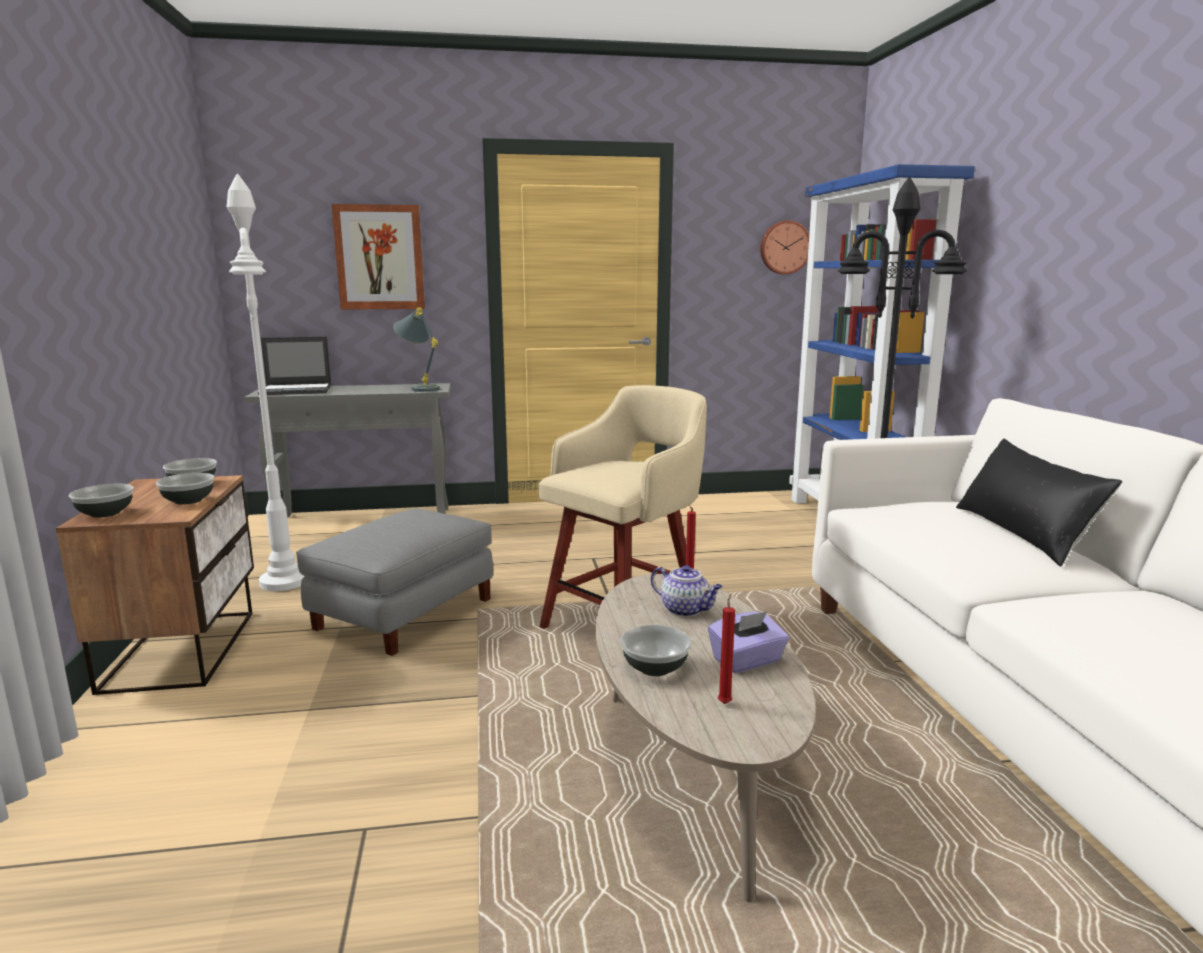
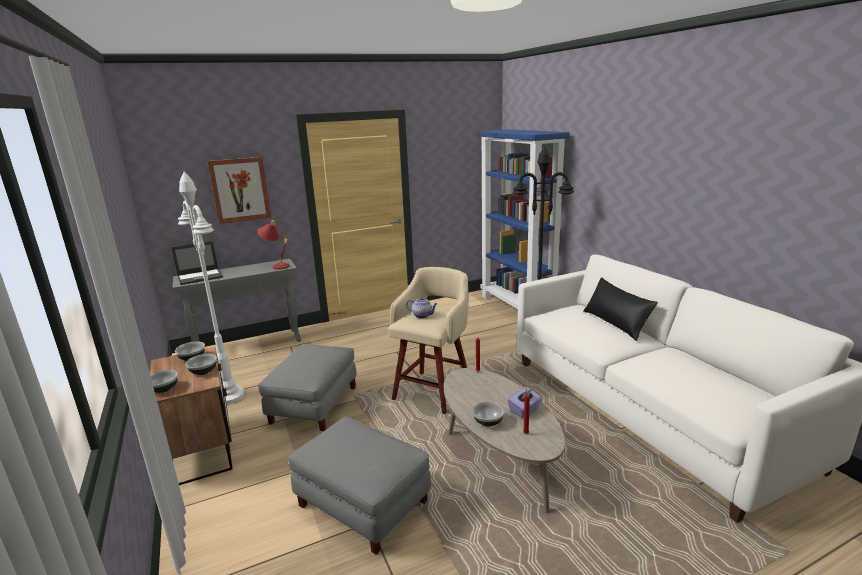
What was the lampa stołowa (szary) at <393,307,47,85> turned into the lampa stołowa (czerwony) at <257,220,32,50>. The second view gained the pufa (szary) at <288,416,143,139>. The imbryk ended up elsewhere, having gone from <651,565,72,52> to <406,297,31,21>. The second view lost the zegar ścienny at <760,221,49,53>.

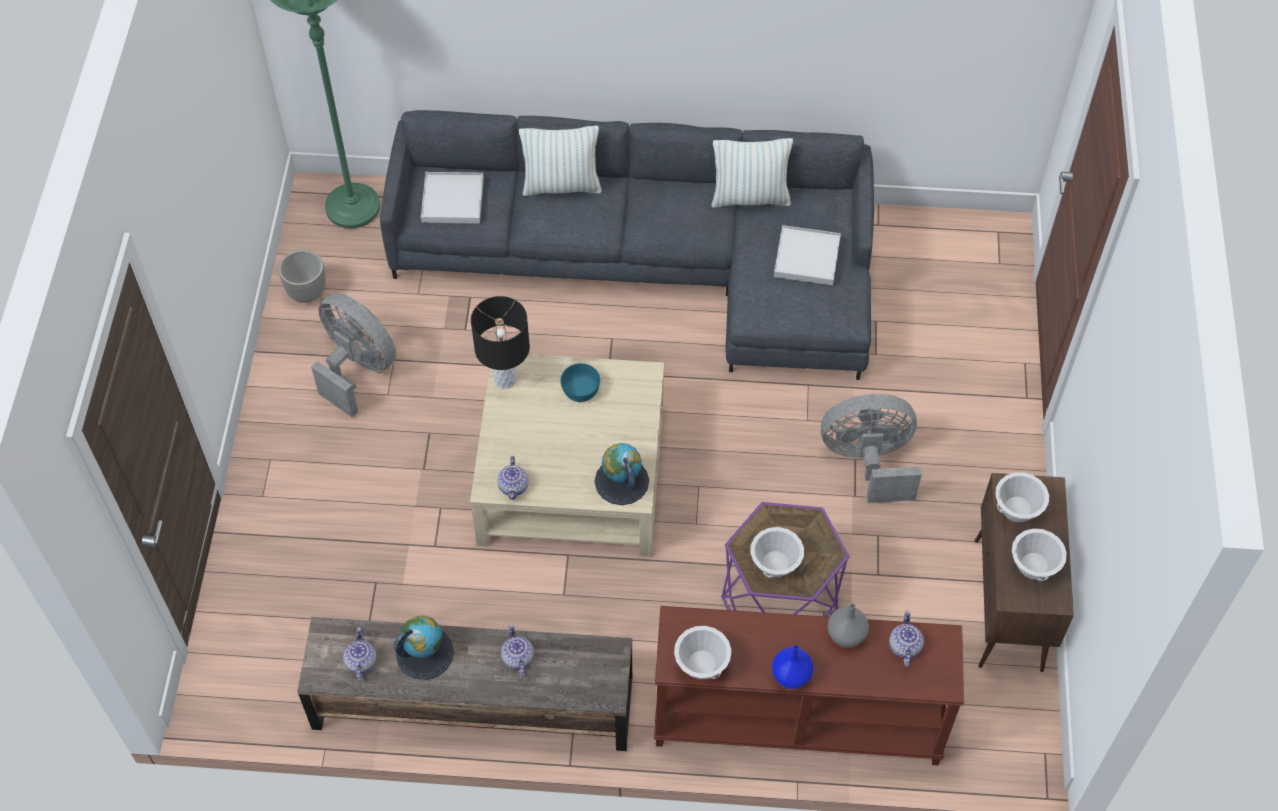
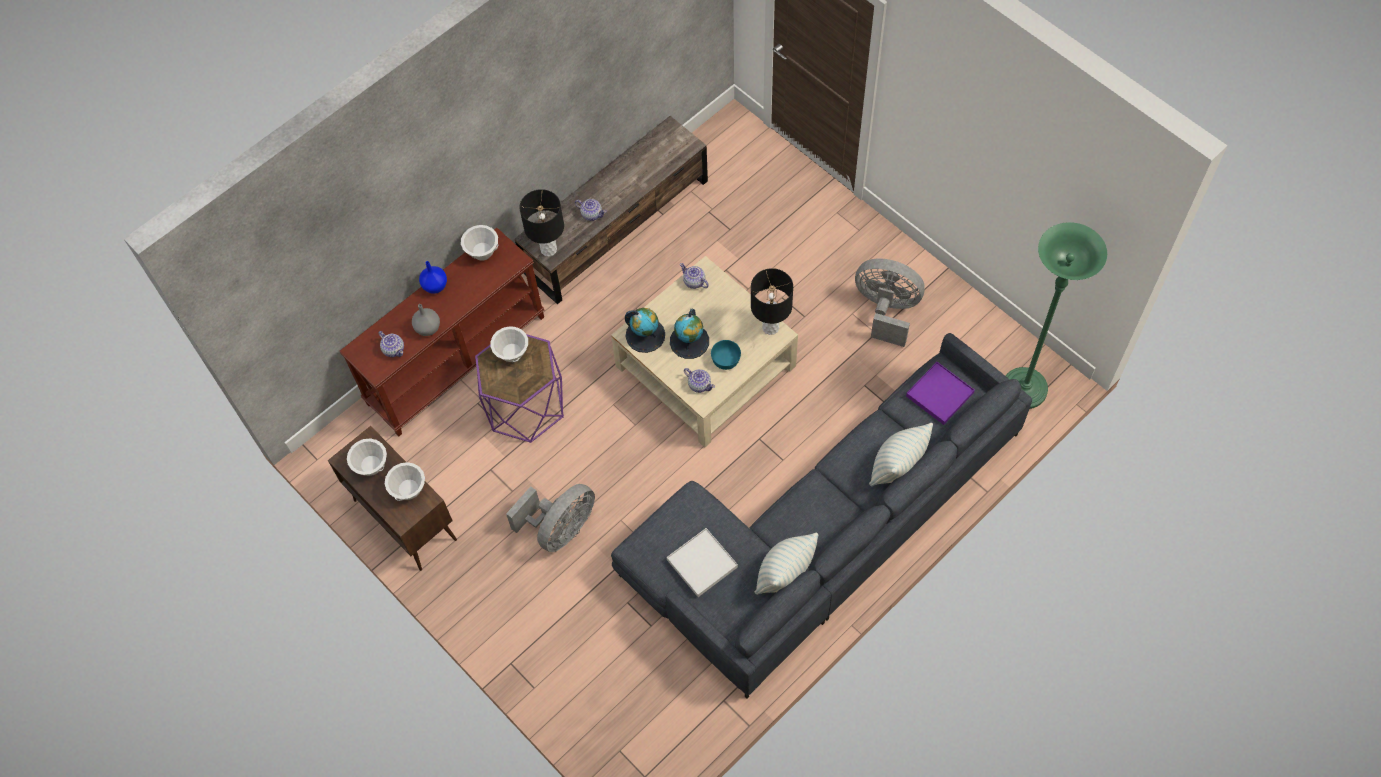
The second view gained the lampa stołowa (czarny) at <519,189,45,68>. The globus ended up elsewhere, having gone from <393,615,61,65> to <670,309,39,50>. The imbryk ended up elsewhere, having gone from <343,627,34,55> to <684,368,31,25>. The wentylator (szary) at <311,293,85,124> ended up facing another way, 150 degrees counterclockwise from before. What was the taca (biały) at <421,172,63,52> turned into the taca (fioletowy) at <906,362,69,63>. The second view lost the donica at <278,250,48,53>.

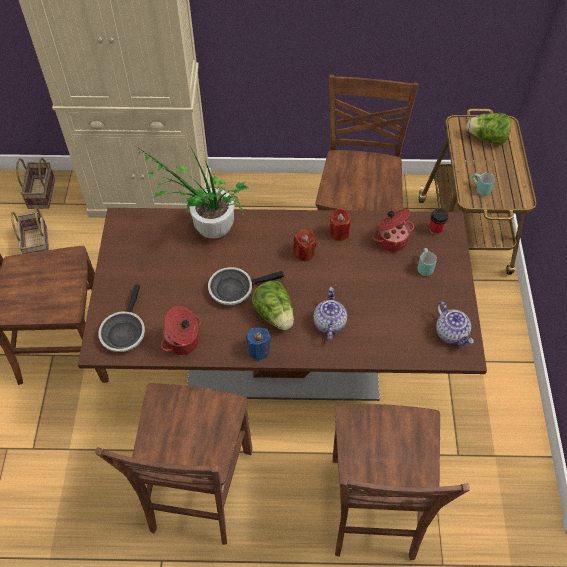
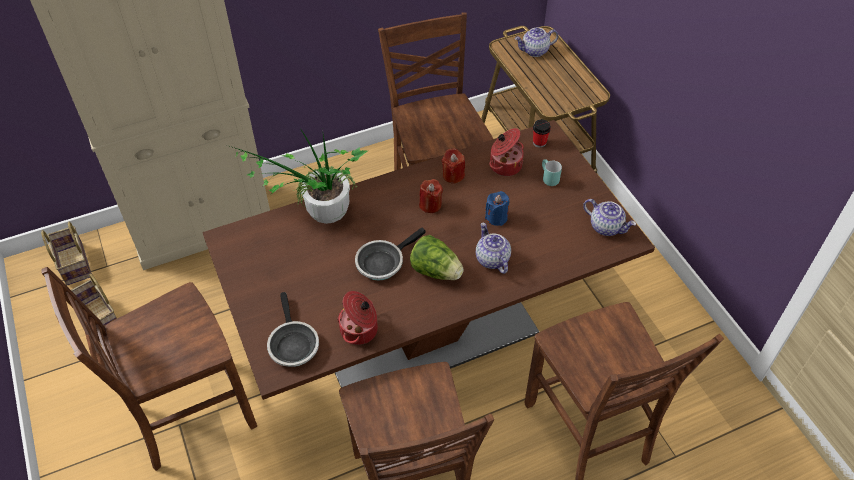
The świeca (niebieski) ended up elsewhere, having gone from <246,327,25,34> to <485,191,24,35>. Where the sałata stood at <467,113,44,32>, the imbryk came to stand at <515,28,43,29>. The second view lost the kubek (turkusowy) at <472,173,23,23>.

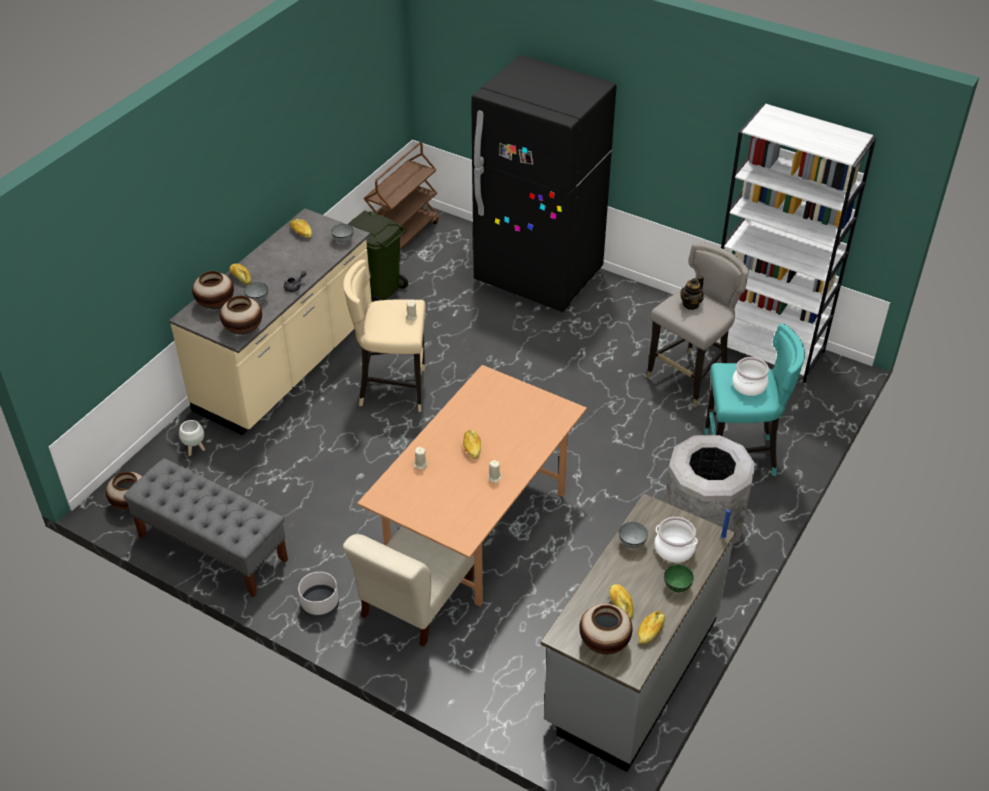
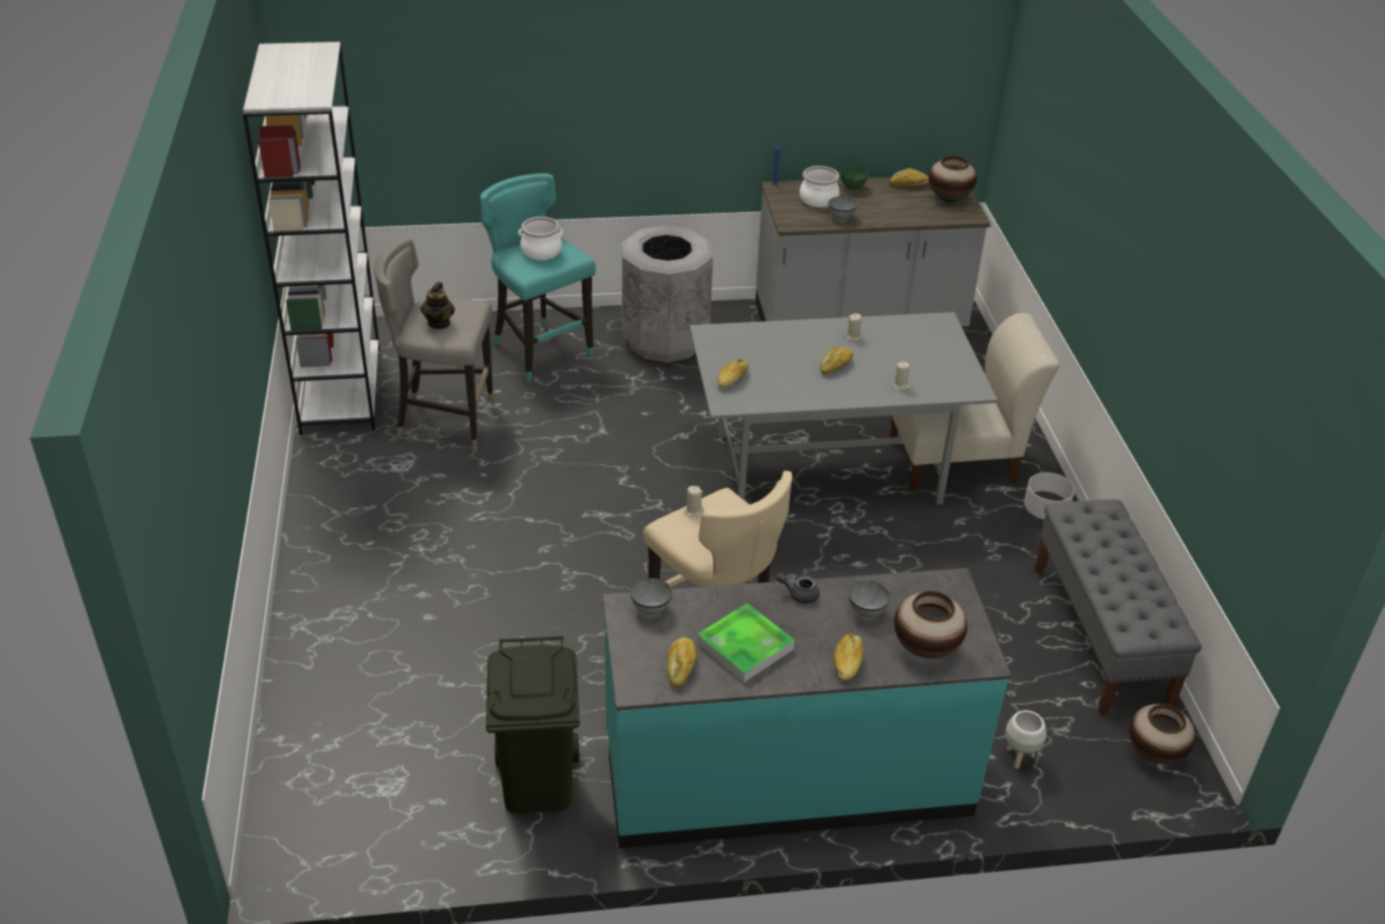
The imbryk at <680,276,24,34> ended up facing another way, 90 degrees clockwise from before. What was the zabudowa kuchenna (beżowy) at <169,208,203,227> turned into the zabudowa kuchenna (turkusowy) at <603,568,408,280>. What was the stół jadalny (brązowy) at <357,365,230,241> turned into the stół jadalny (szary) at <690,312,307,192>. The second view gained the taca at <697,603,98,80>. The chleb ended up elsewhere, having gone from <609,584,24,35> to <717,359,32,29>. The second view lost the wazon at <220,296,42,39>. The second view lost the wózek (brązowy) at <363,142,76,107>. The second view lost the lodówka (czarny) at <471,55,146,257>.

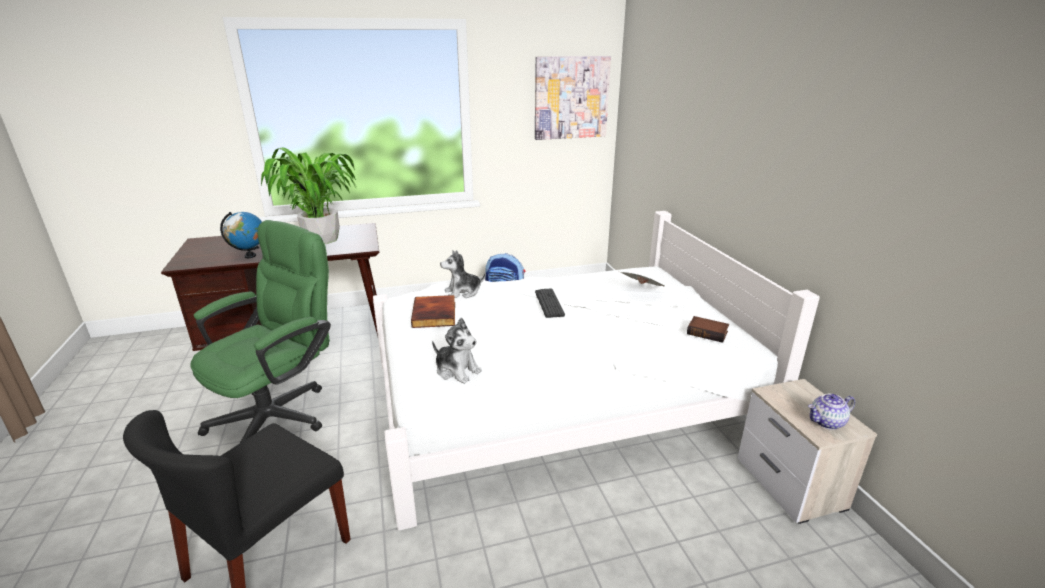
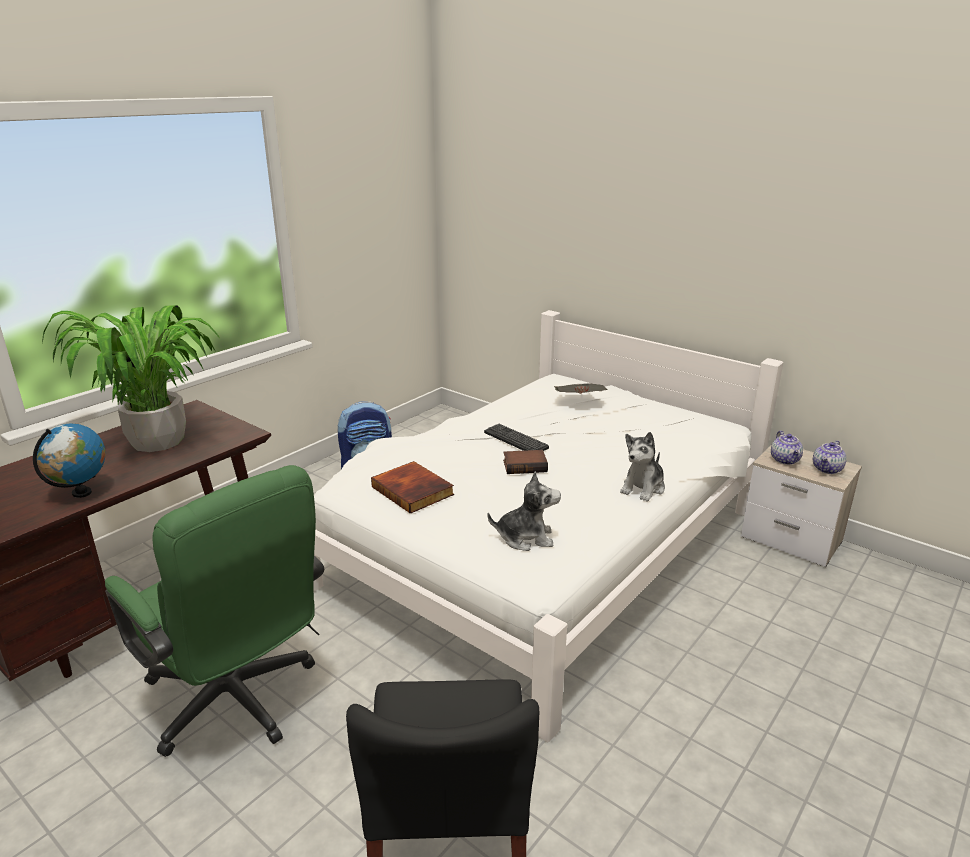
The krzesło biurowe (zielony) at <190,220,141,223> ended up facing another way, 135 degrees clockwise from before. The książka ended up elsewhere, having gone from <687,316,42,27> to <503,450,45,24>. The pluszak ended up elsewhere, having gone from <440,250,46,48> to <620,432,45,70>. The second view gained the imbryk at <771,431,32,34>. The second view lost the obraz at <535,56,76,84>.

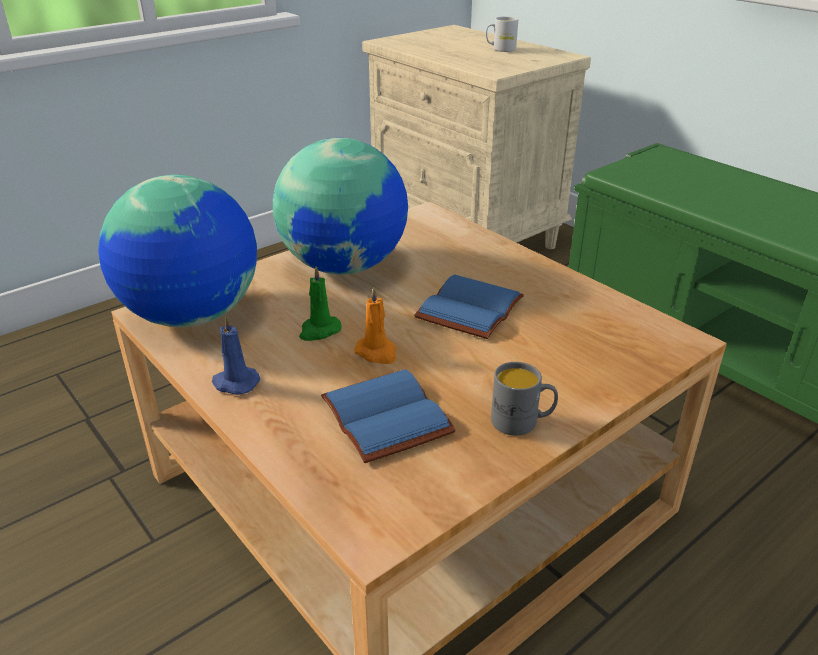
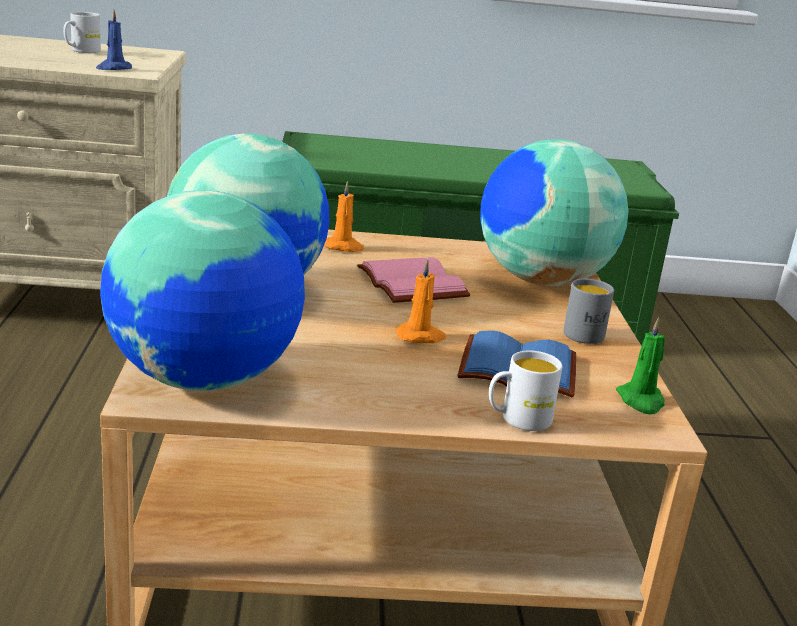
The świeca (niebieski) ended up elsewhere, having gone from <212,315,48,80> to <96,10,36,60>. The second view gained the świeca (pomarańczowy) at <324,181,41,71>. What was the książka (niebieski) at <414,274,110,65> turned into the książka (różowy) at <357,257,114,46>. The second view gained the globus at <480,139,148,147>. The second view gained the kubek (biały) at <489,351,73,80>. The świeca (zielony) ended up elsewhere, having gone from <299,266,43,75> to <616,317,49,97>.

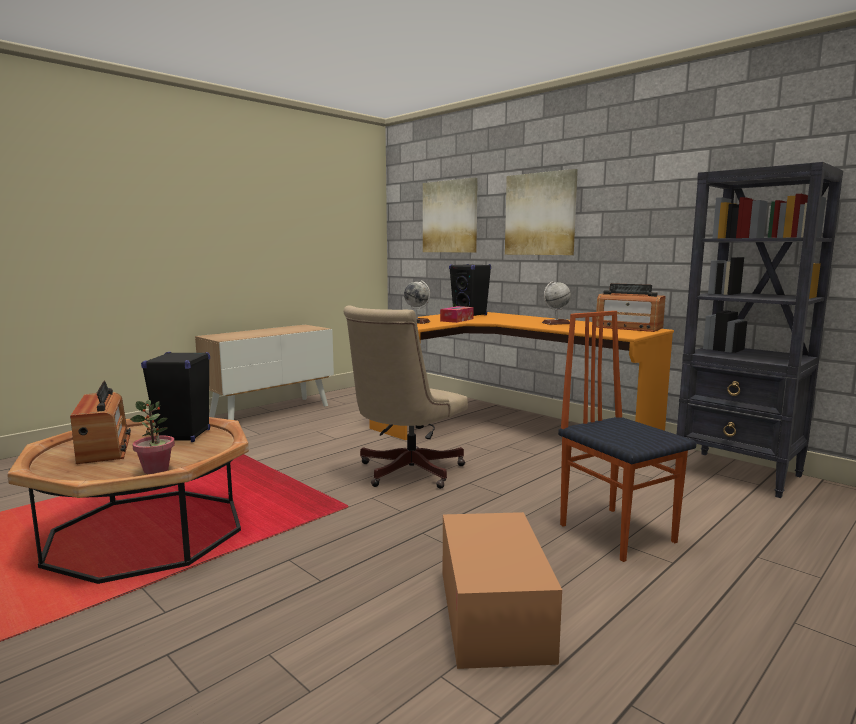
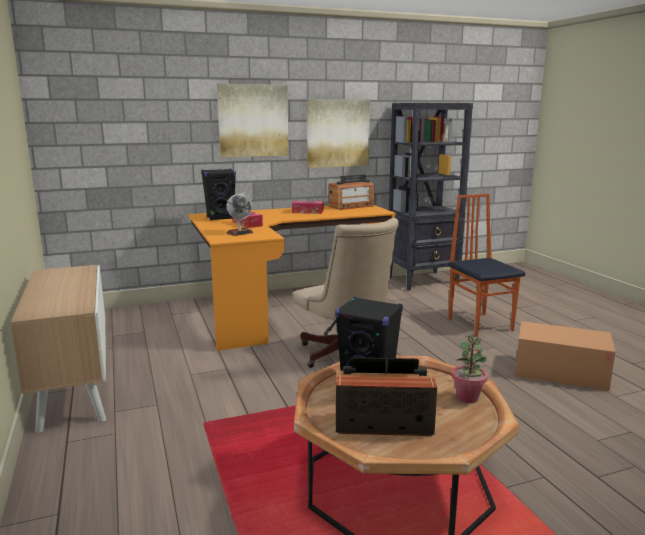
Where the globus stood at <542,281,29,44>, the pudełko chusteczek came to stand at <292,201,31,13>. The obraz ended up elsewhere, having gone from <423,177,55,76> to <307,99,63,69>. The krzesło at <558,311,139,251> ended up facing another way, 75 degrees clockwise from before.

